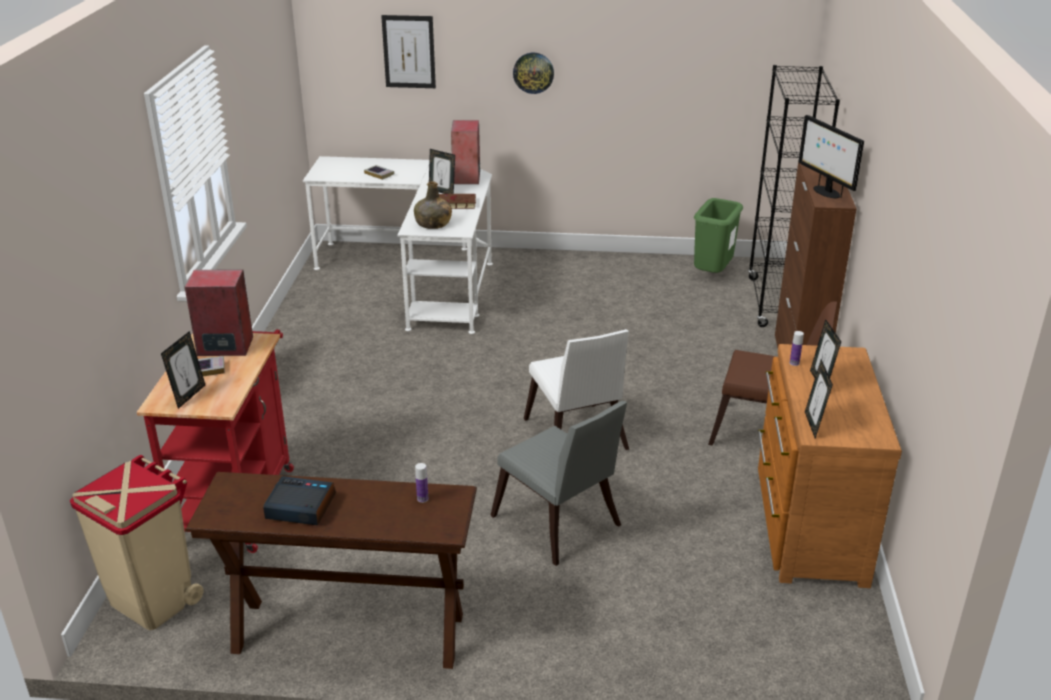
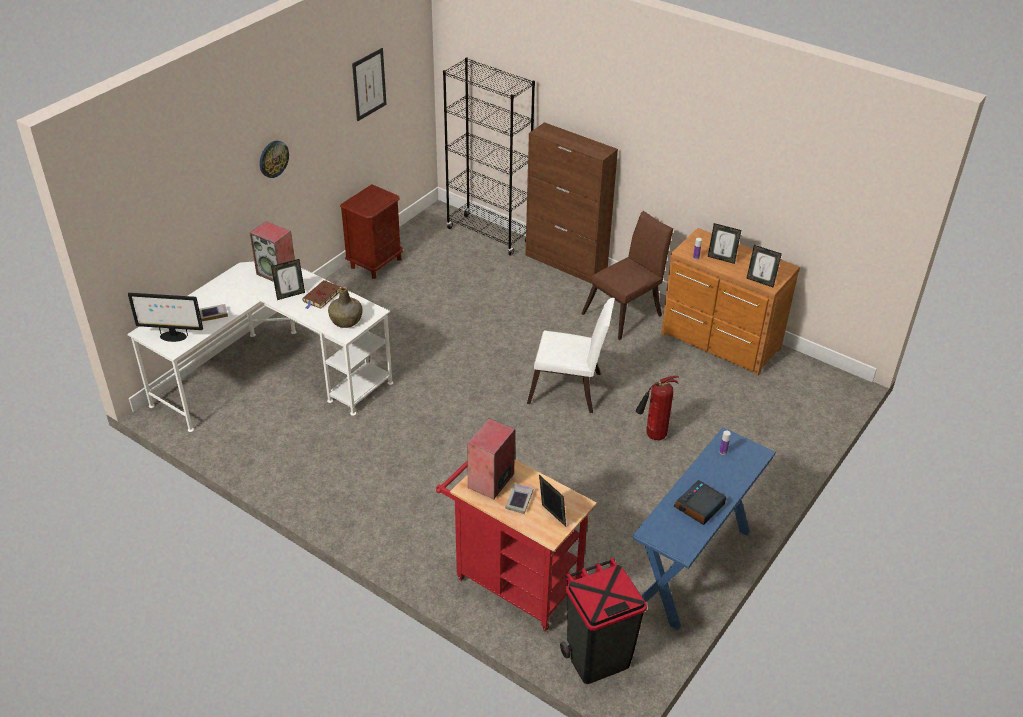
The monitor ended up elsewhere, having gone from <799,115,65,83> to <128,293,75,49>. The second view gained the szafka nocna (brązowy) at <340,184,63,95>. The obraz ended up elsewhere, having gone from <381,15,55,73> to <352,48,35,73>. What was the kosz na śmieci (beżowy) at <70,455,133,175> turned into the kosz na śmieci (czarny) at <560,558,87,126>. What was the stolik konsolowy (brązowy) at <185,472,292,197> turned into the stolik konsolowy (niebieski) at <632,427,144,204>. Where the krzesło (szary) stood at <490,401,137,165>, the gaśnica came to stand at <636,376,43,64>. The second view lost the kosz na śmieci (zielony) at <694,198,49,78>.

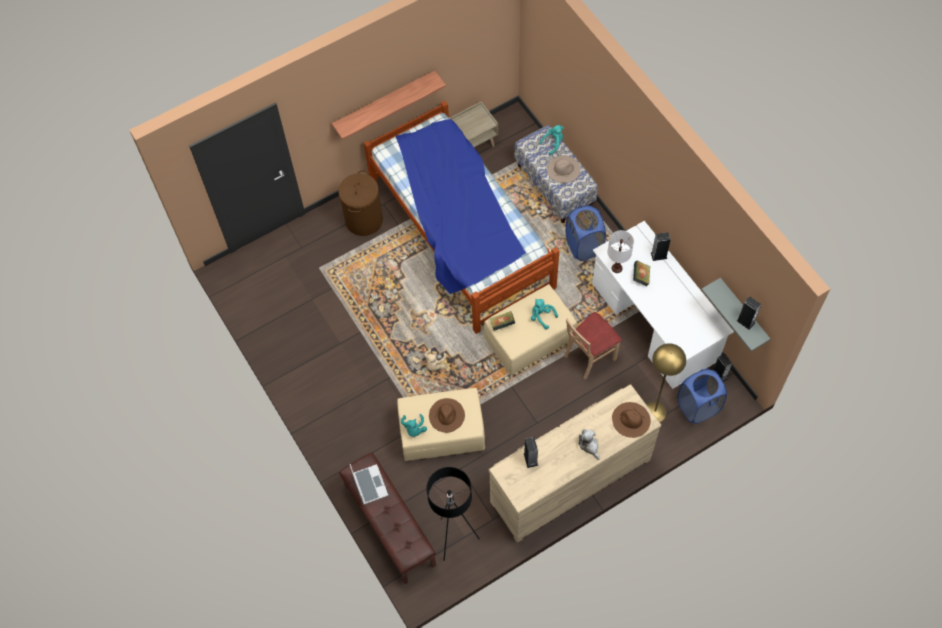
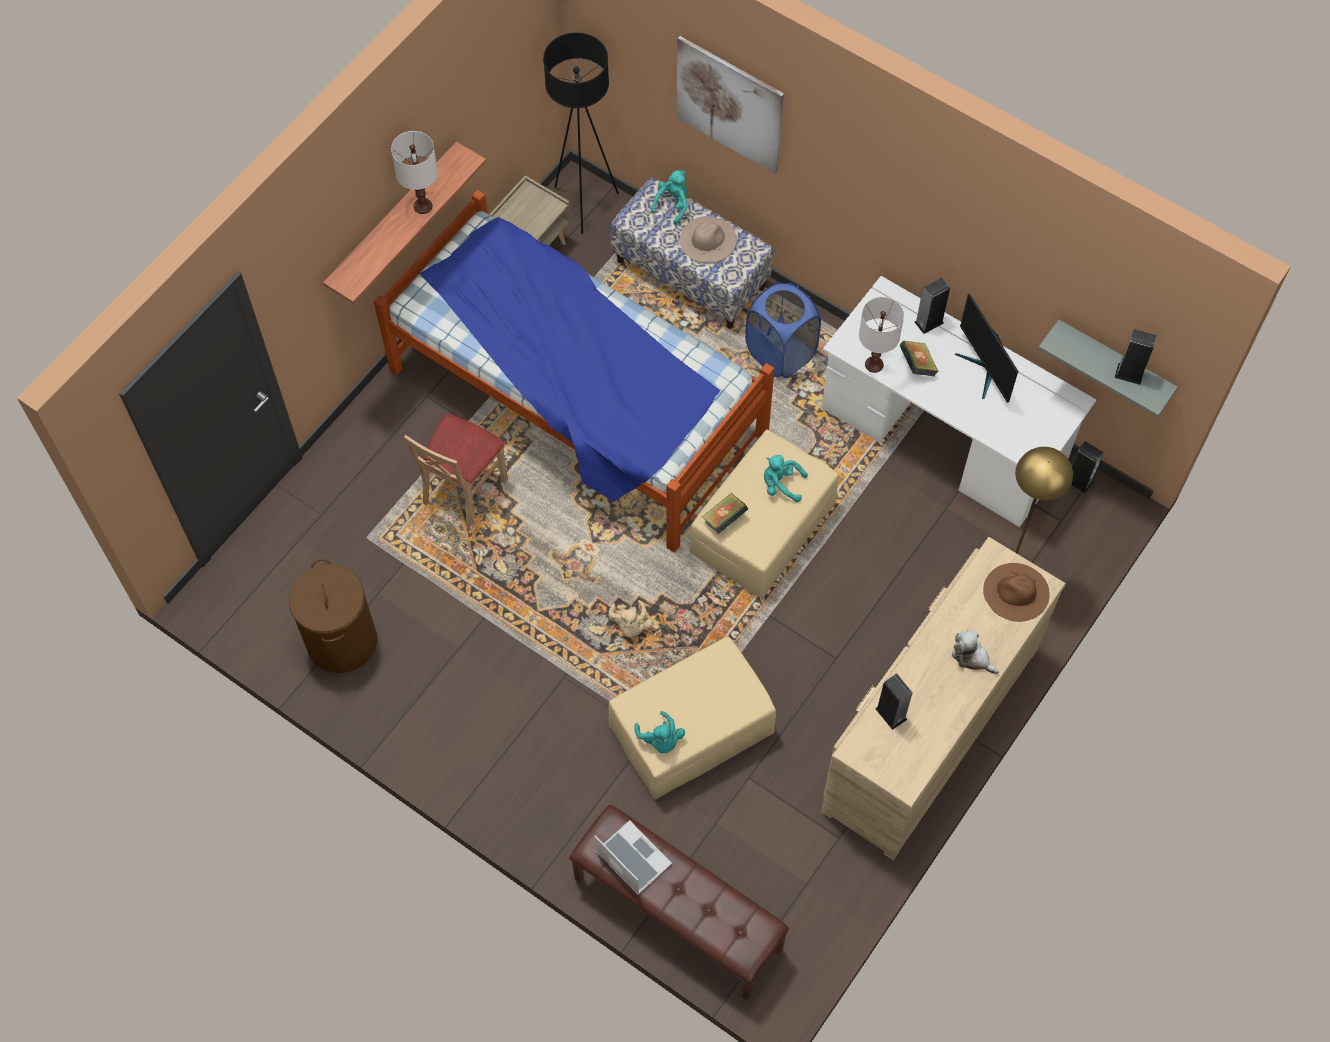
The kosz na pranie (brązowy) ended up elsewhere, having gone from <338,170,45,66> to <289,559,88,114>. The second view gained the lampa stołowa (biały) at <391,131,47,83>. The krzesło (beżowy) ended up elsewhere, having gone from <564,312,58,67> to <404,414,104,114>. The lampa stojąca (czarny) ended up elsewhere, having gone from <426,467,54,94> to <543,33,76,201>. The second view gained the obraz at <677,36,107,138>. The second view gained the monitor at <955,294,63,109>. The second view lost the kapelusz (brązowy) at <429,398,36,35>. The second view lost the kosz na pranie (niebieski) at <677,369,50,55>.

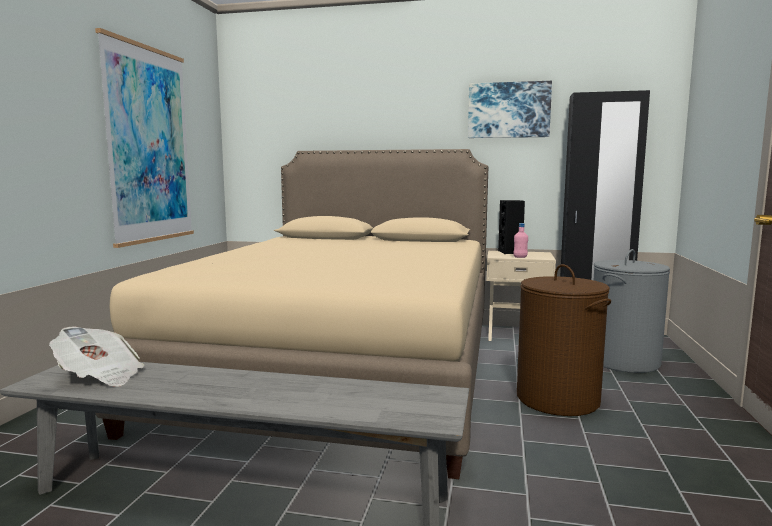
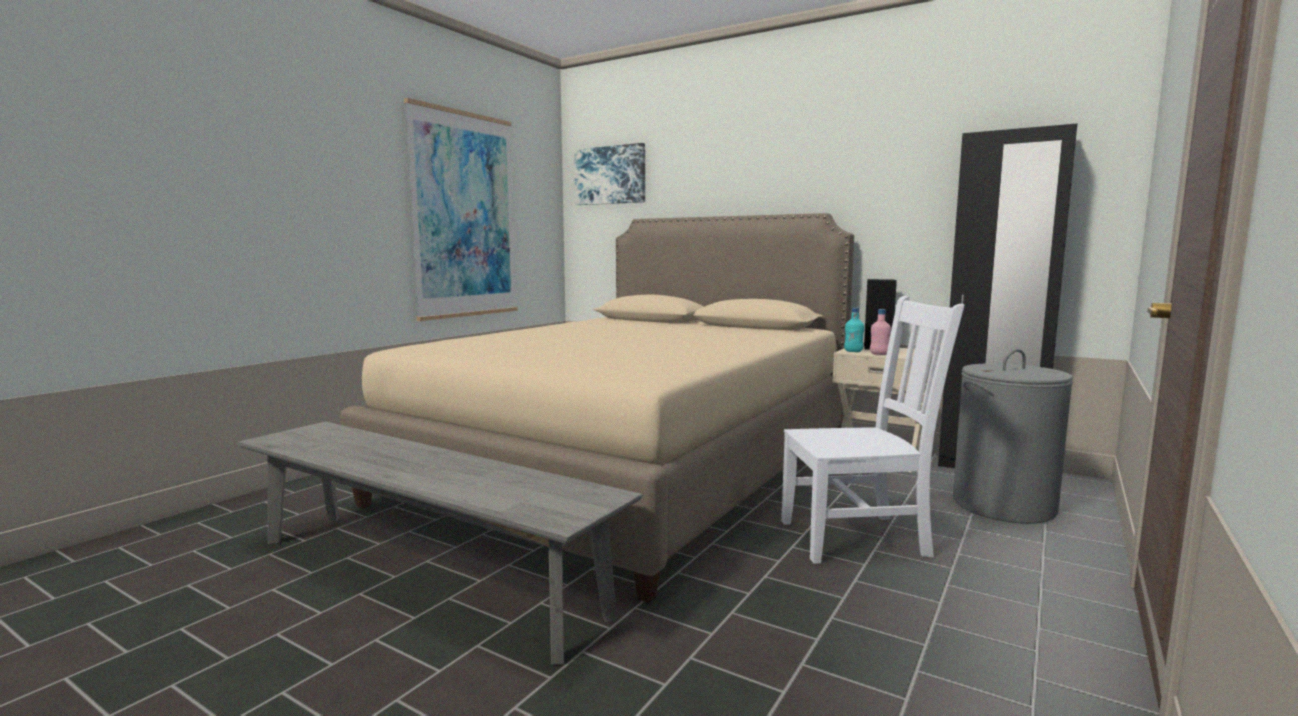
The obraz ended up elsewhere, having gone from <468,81,84,57> to <574,143,71,62>. Where the kosz na pranie (brązowy) stood at <517,264,94,152>, the krzesło (biały) came to stand at <781,296,183,268>. The second view gained the butelka (turkusowy) at <844,307,20,45>. The second view lost the gazeta at <49,326,95,60>.

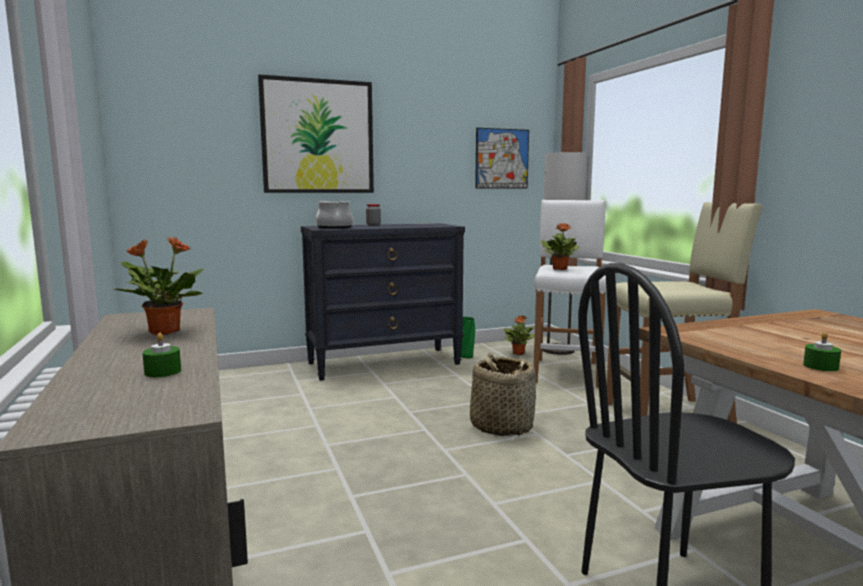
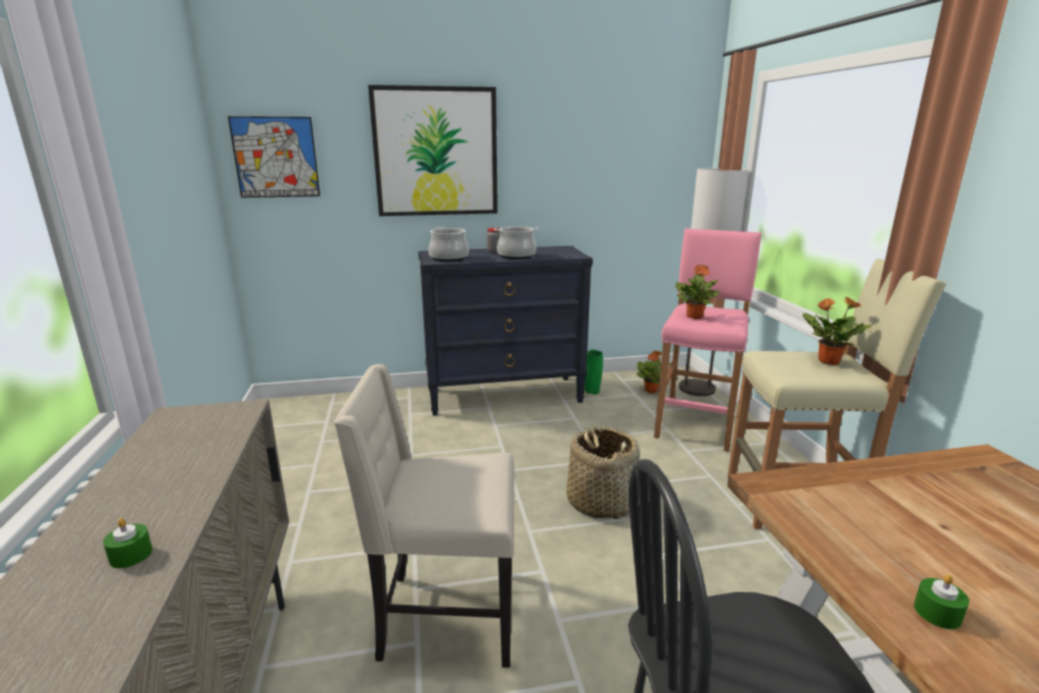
The obraz ended up elsewhere, having gone from <475,128,54,61> to <228,116,92,82>. The second view gained the krzesło (beżowy) at <334,364,180,304>. The second view gained the garnek at <494,227,45,32>. What was the stołek (biały) at <533,200,74,188> turned into the stołek (różowy) at <654,228,107,224>. The roślina doniczkowa ended up elsewhere, having gone from <114,237,90,98> to <803,297,70,68>.

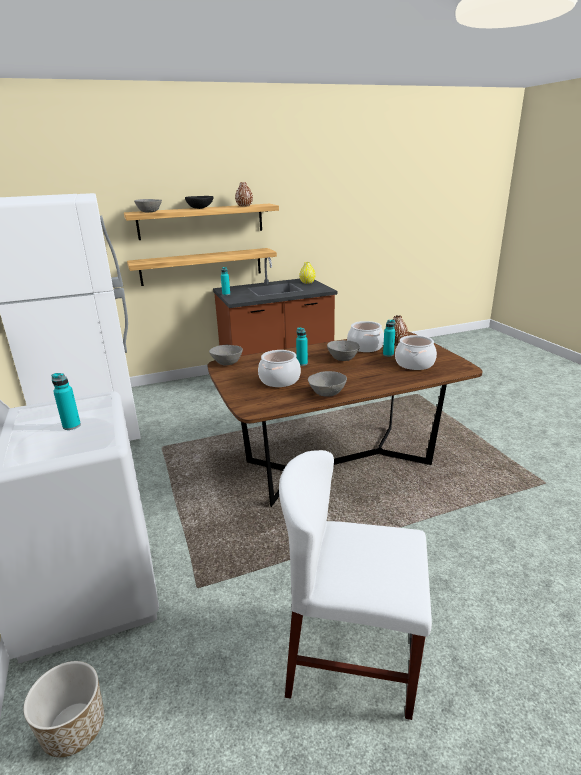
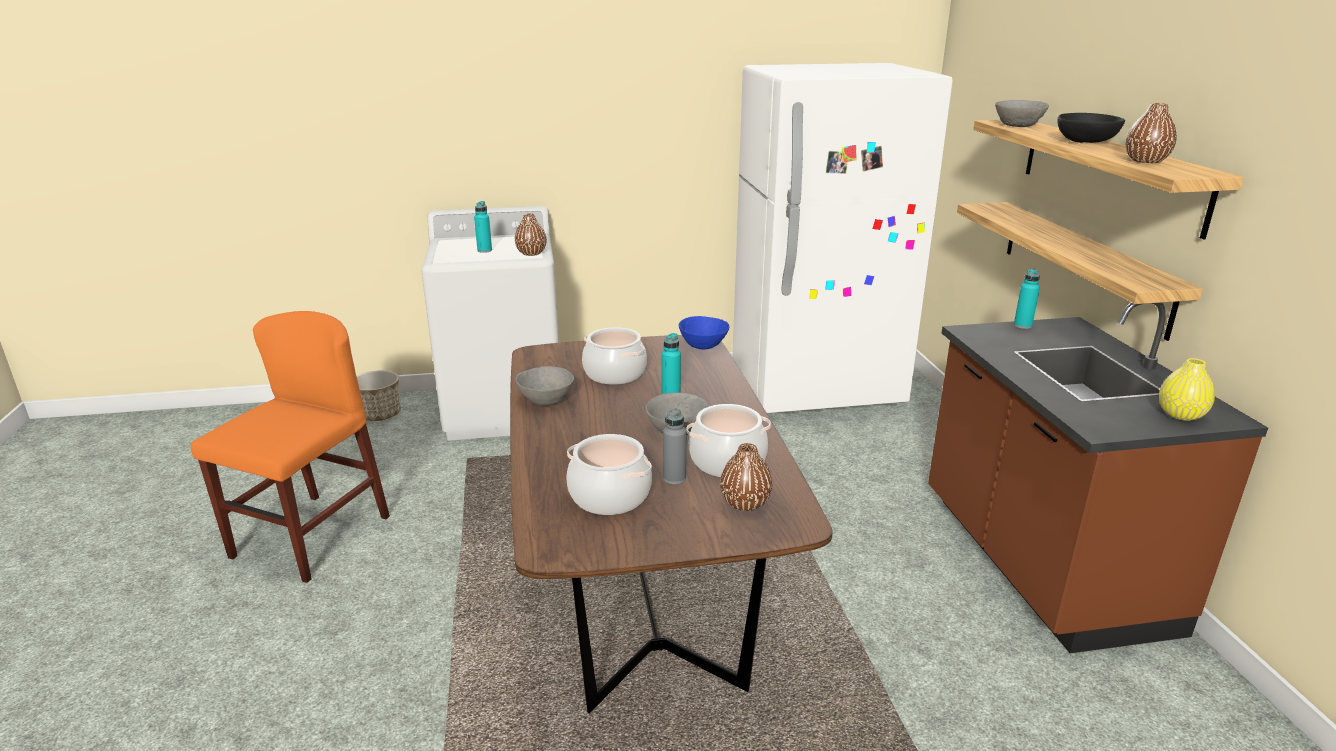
What was the krzesło (biały) at <279,450,153,270> turned into the krzesło (pomarańczowy) at <191,311,199,272>. The second view gained the wazon (brązowy) at <515,213,32,43>. What was the butelka (turkusowy) at <383,320,12,37> turned into the butelka (szary) at <663,408,23,76>. What was the miska (szary) at <209,345,34,21> turned into the miska (niebieski) at <679,316,51,34>.

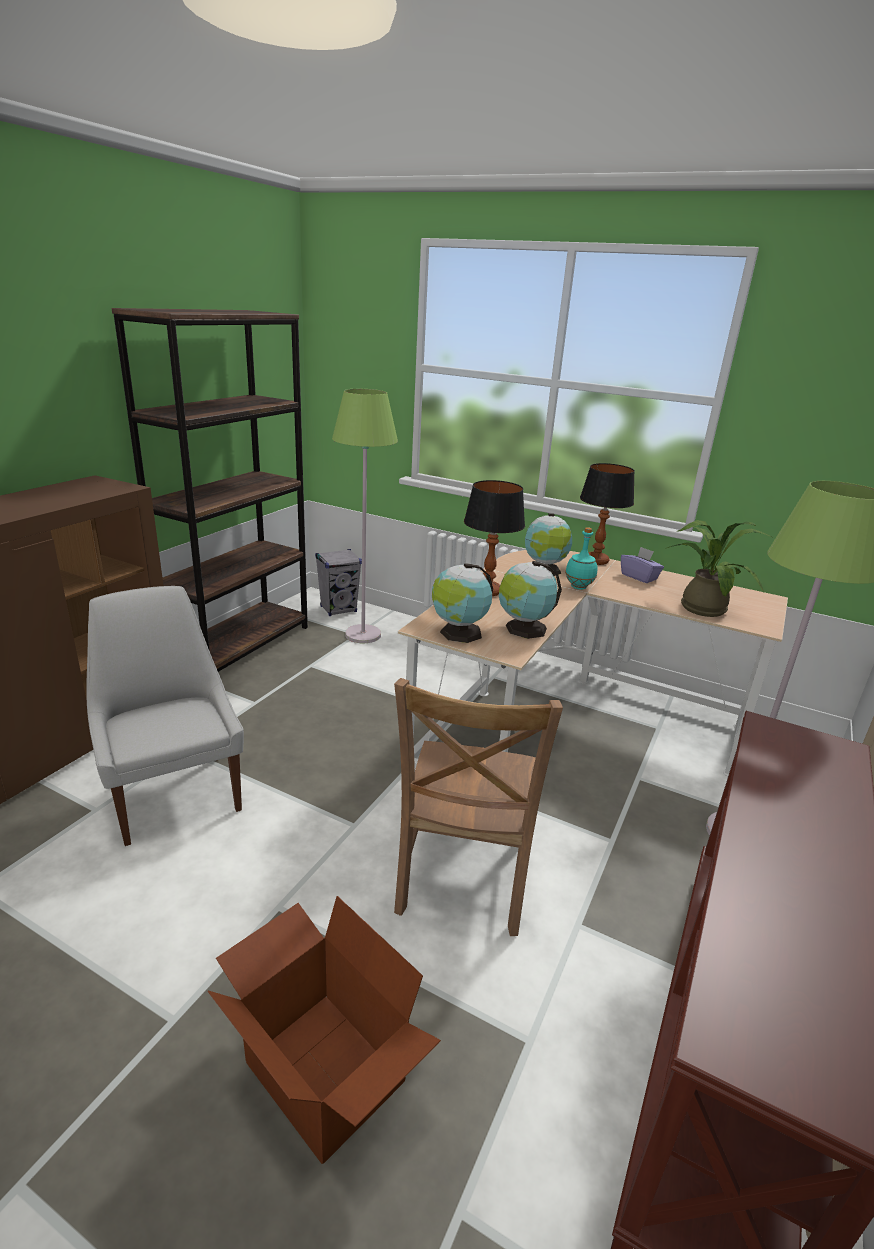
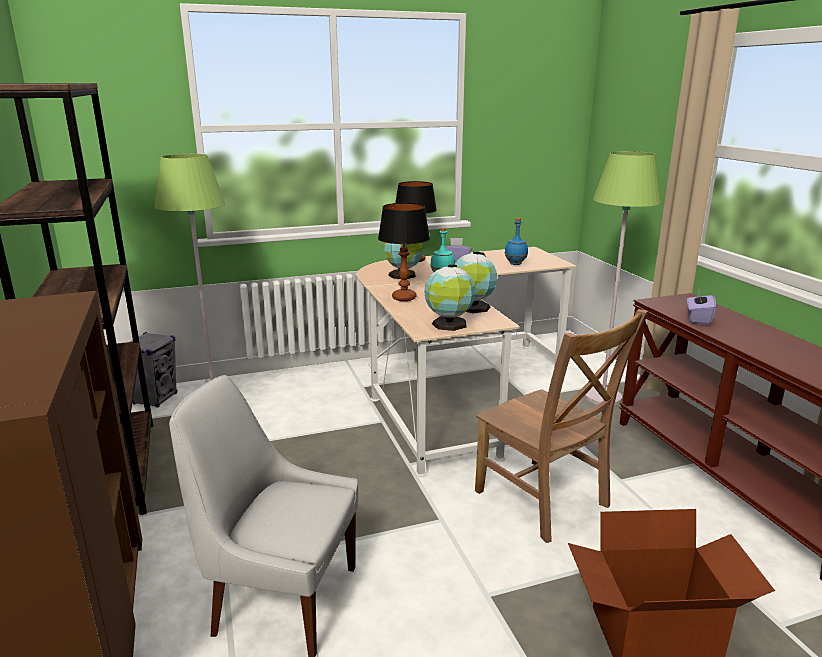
Where the roślina doniczkowa stood at <667,520,105,97>, the butelka (niebieski) came to stand at <505,218,23,47>. The second view gained the pudełko chusteczek (fioletowy) at <687,290,29,35>.

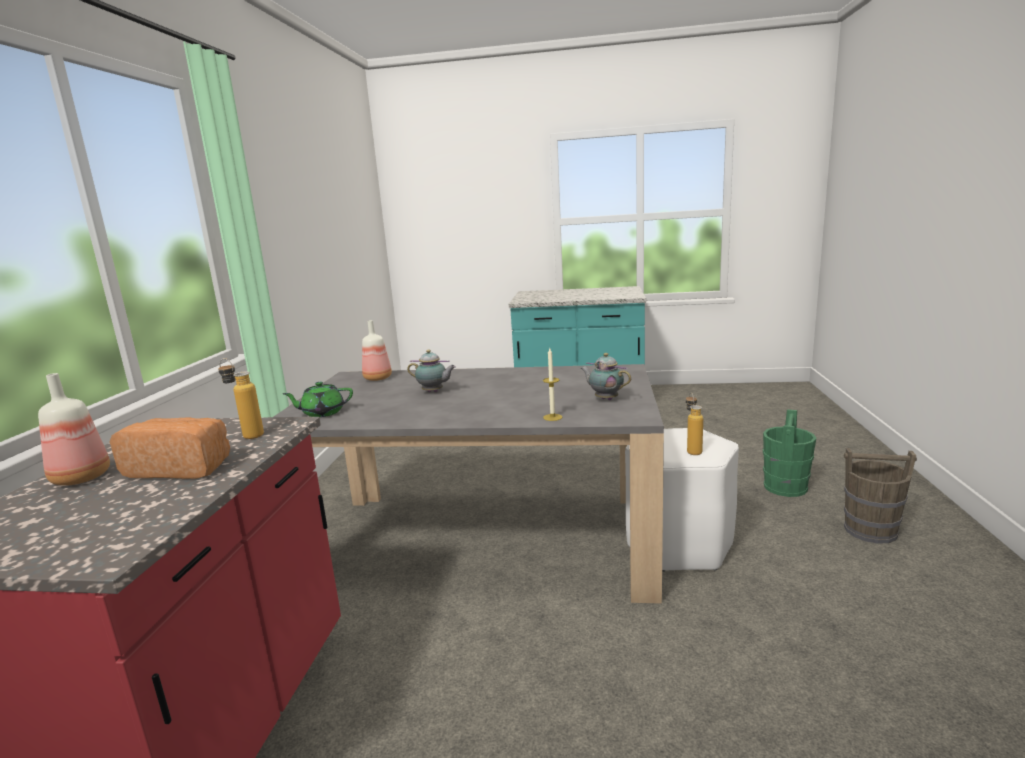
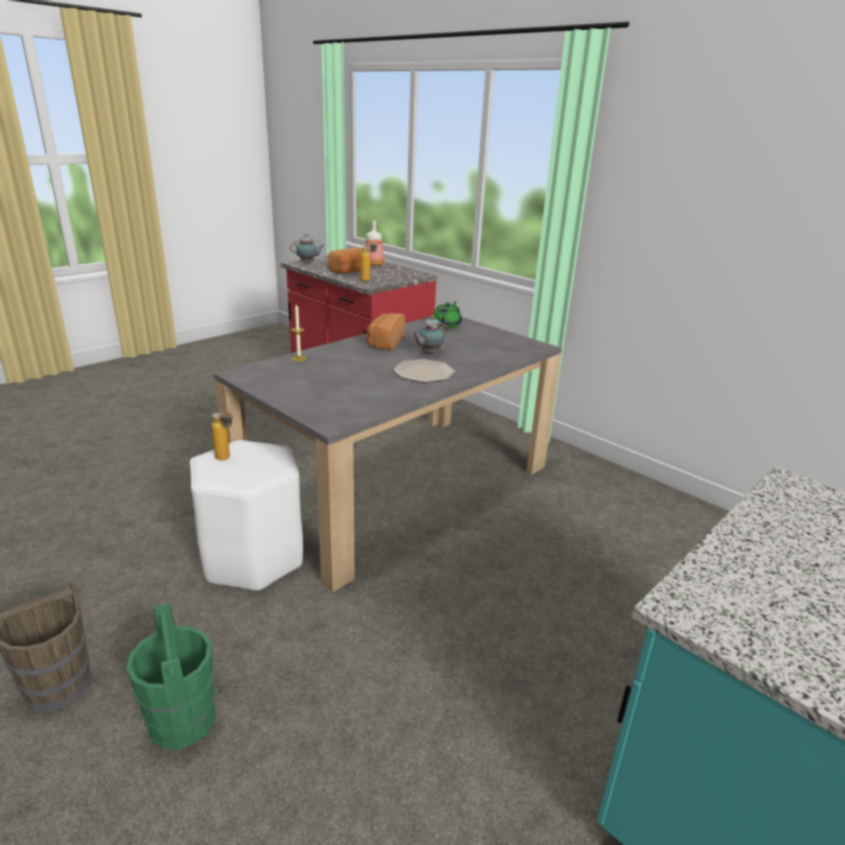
The imbryk ended up elsewhere, having gone from <580,353,51,47> to <290,234,35,30>. The second view gained the chleb at <366,313,39,37>. The second view gained the talerz at <394,359,61,23>. The second view lost the butelka at <362,320,30,61>.

